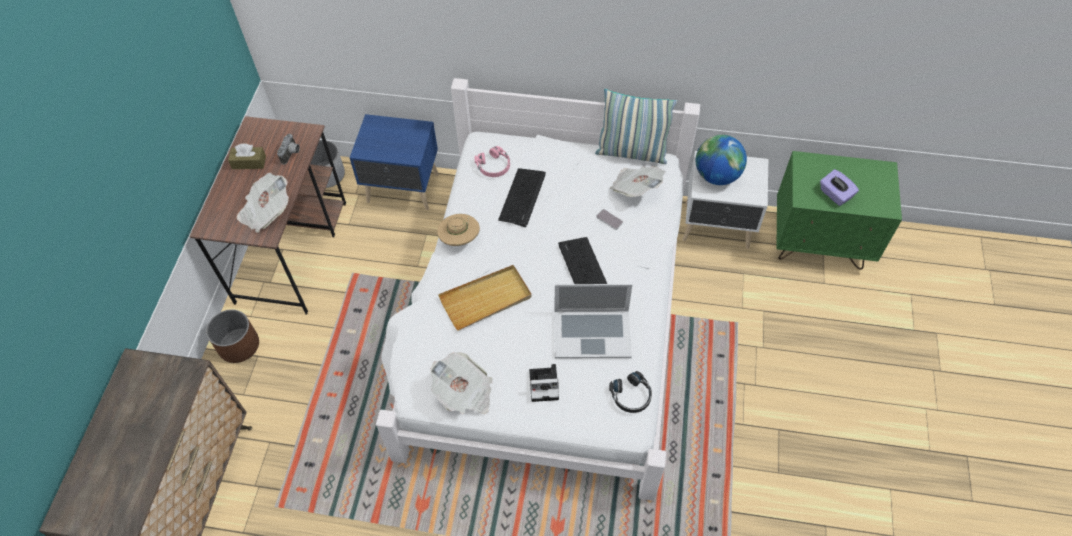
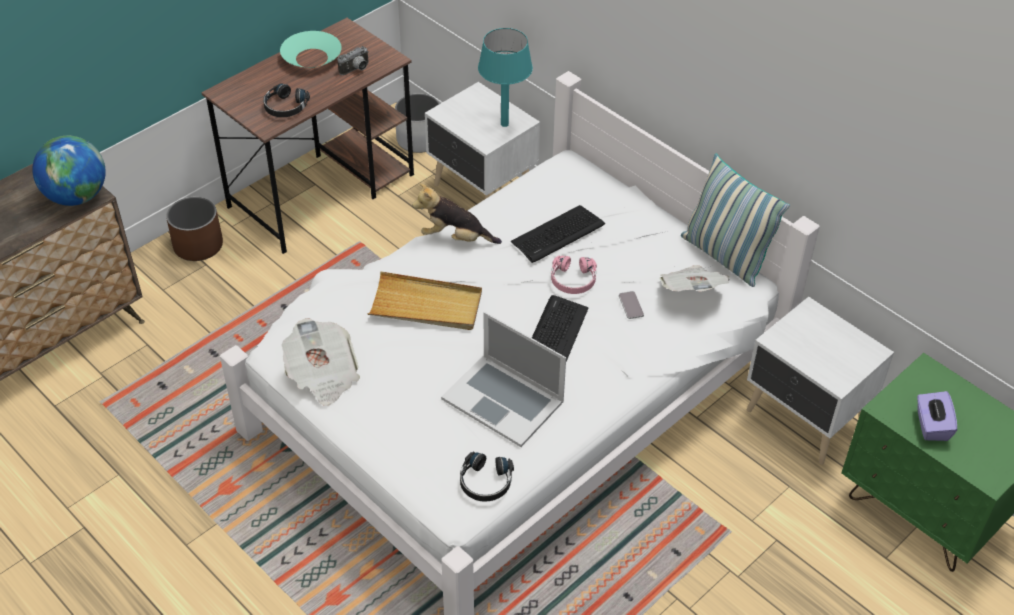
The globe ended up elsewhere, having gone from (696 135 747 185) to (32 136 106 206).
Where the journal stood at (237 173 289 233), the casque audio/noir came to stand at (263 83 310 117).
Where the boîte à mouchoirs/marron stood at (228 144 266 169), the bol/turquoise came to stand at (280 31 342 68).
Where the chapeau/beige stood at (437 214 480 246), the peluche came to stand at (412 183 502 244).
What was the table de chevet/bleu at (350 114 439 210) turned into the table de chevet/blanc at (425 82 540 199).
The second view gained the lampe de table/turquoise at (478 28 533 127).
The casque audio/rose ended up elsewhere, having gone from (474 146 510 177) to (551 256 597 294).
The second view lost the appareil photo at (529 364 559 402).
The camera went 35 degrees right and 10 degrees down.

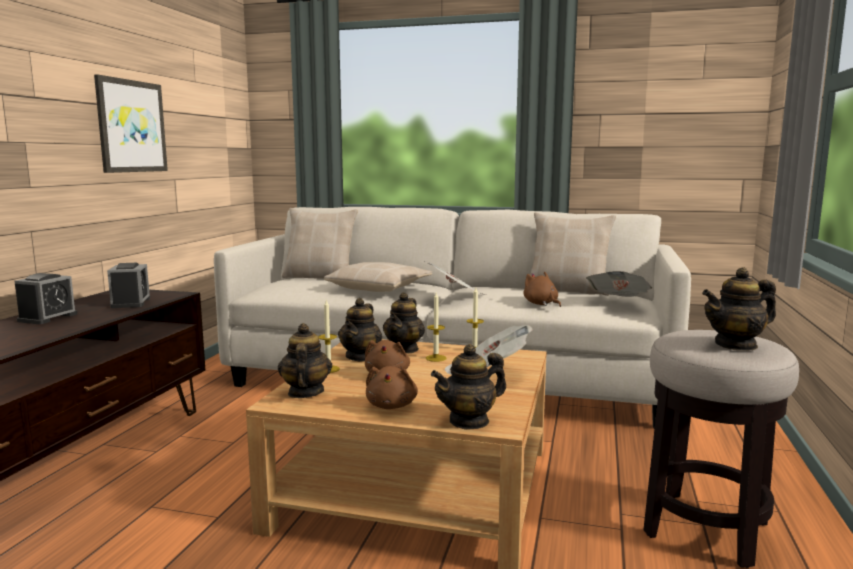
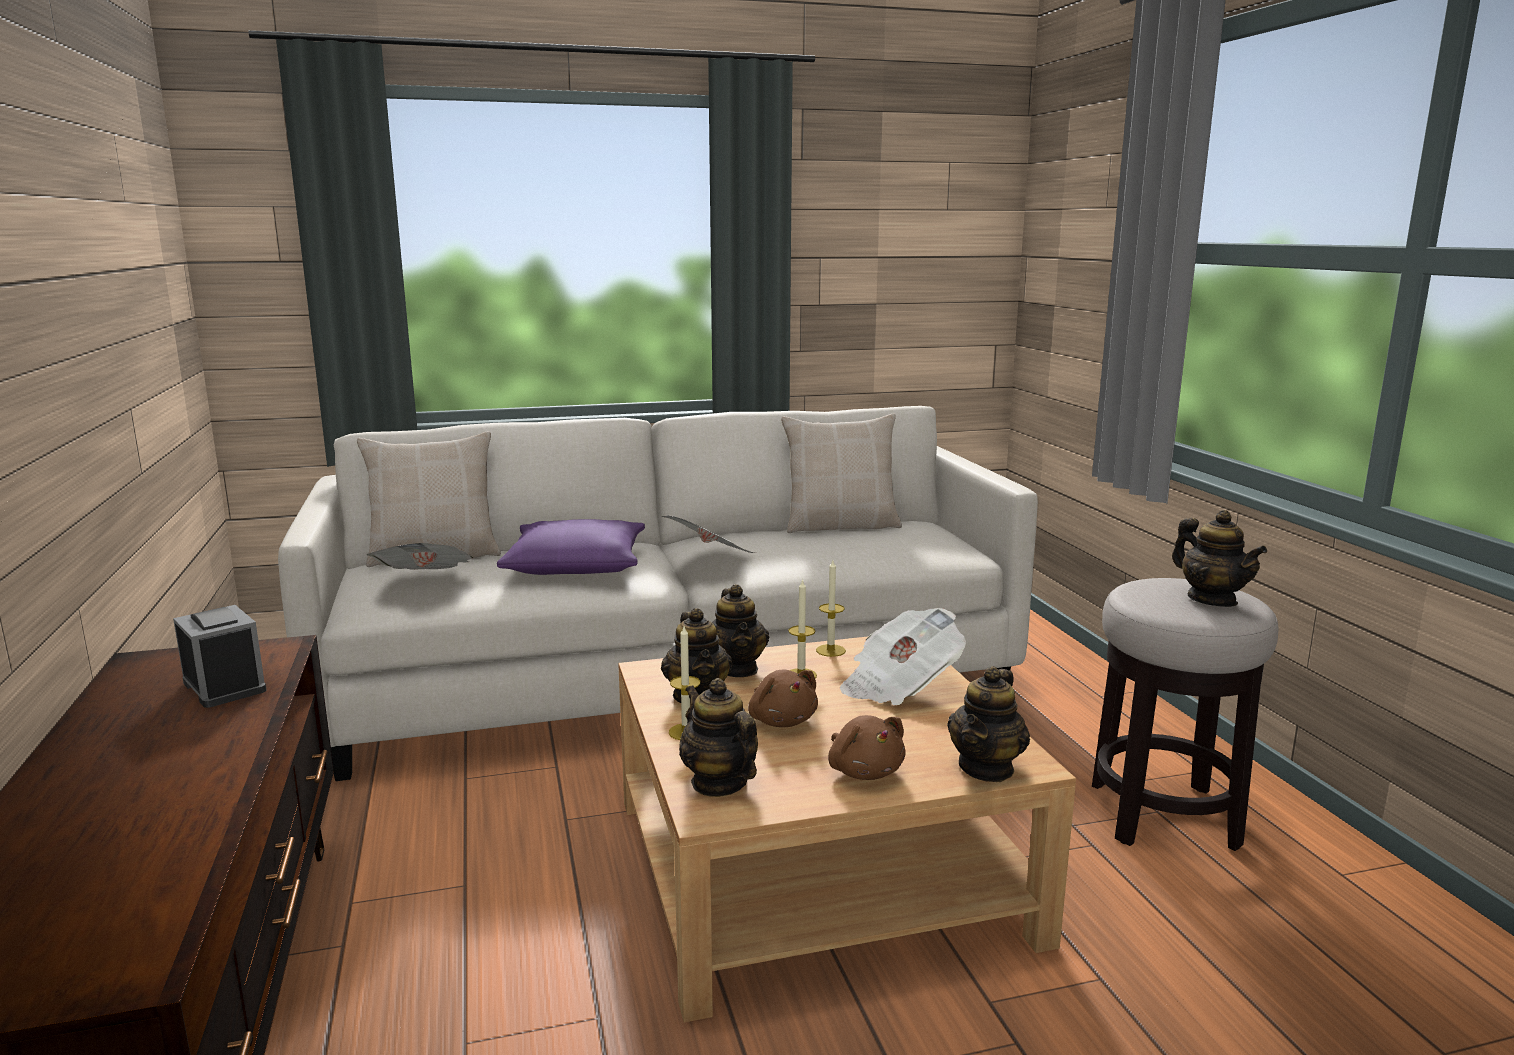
The journal ended up elsewhere, having gone from (586 271 652 297) to (366 543 473 570).
What was the coussin/beige at (324 262 432 292) turned into the coussin/violet at (497 519 645 575).
The théière at (702 267 776 351) ended up facing another way, 75 degrees counterclockwise from before.
The second view lost the réveil at (14 273 77 324).
The second view lost the tableau at (94 74 168 173).
The second view lost the peluche/marron at (523 272 561 307).
The camera went 30 degrees left and 5 degrees up.

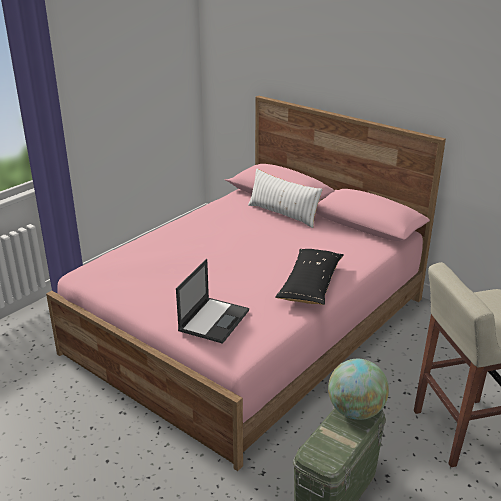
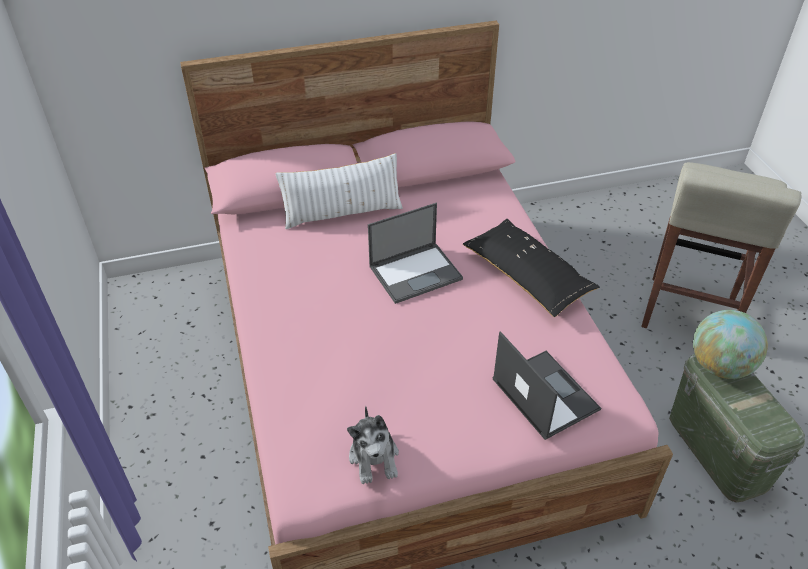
The second view gained the peluche at (347 406 399 484).
The second view gained the ordinateur portable at (368 203 463 304).
The camera went 55 degrees left and 15 degrees up.

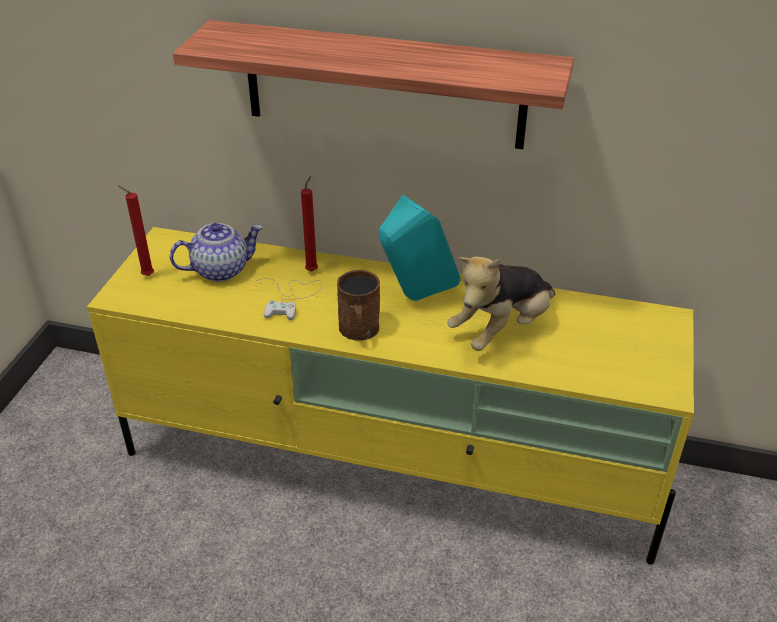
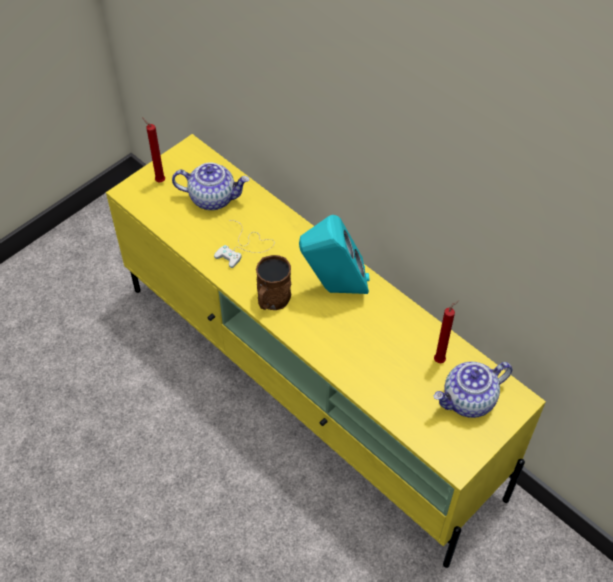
The second view gained the théière at (433 362 512 418).
The bougie/rouge ended up elsewhere, having gone from (301 176 318 272) to (434 300 459 363).
The second view lost the étagère at (173 20 574 149).
The second view lost the peluche at (447 256 555 351).
The camera went 30 degrees right and 15 degrees up.

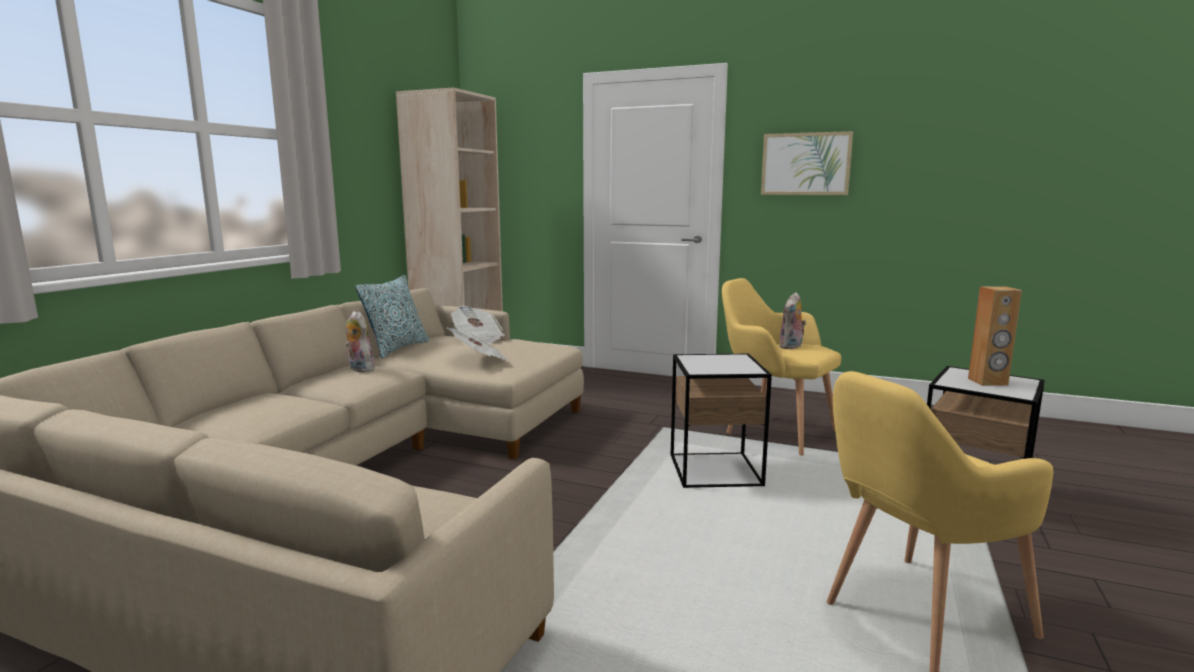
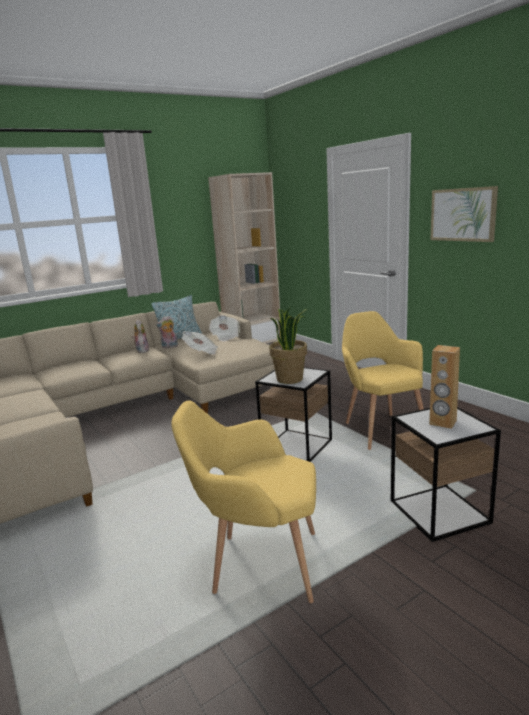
The peluche ended up elsewhere, having gone from (779 292 806 349) to (156 316 178 349).
The second view gained the plante en pot at (269 307 308 384).
The camera went 35 degrees right and 5 degrees up.

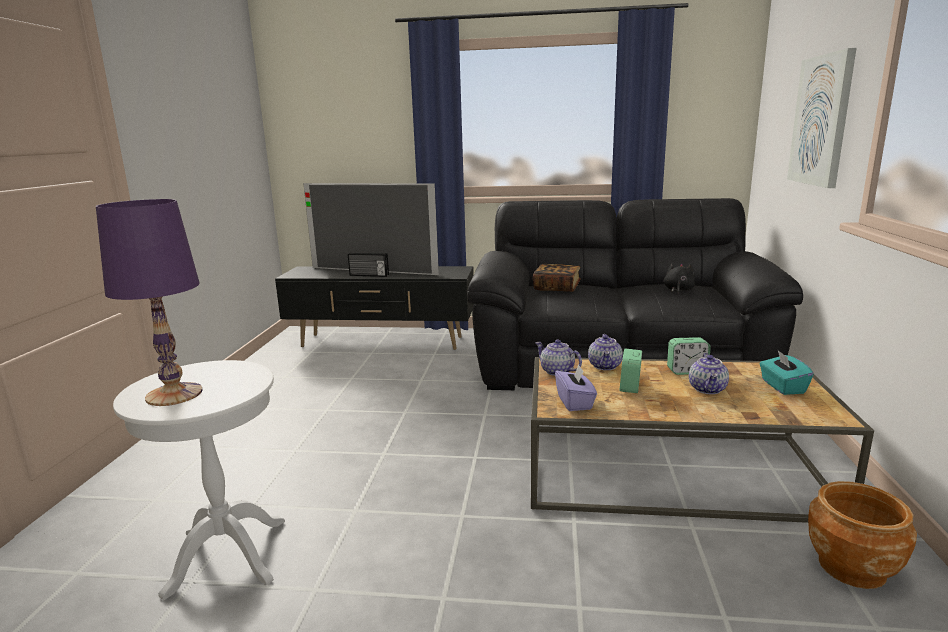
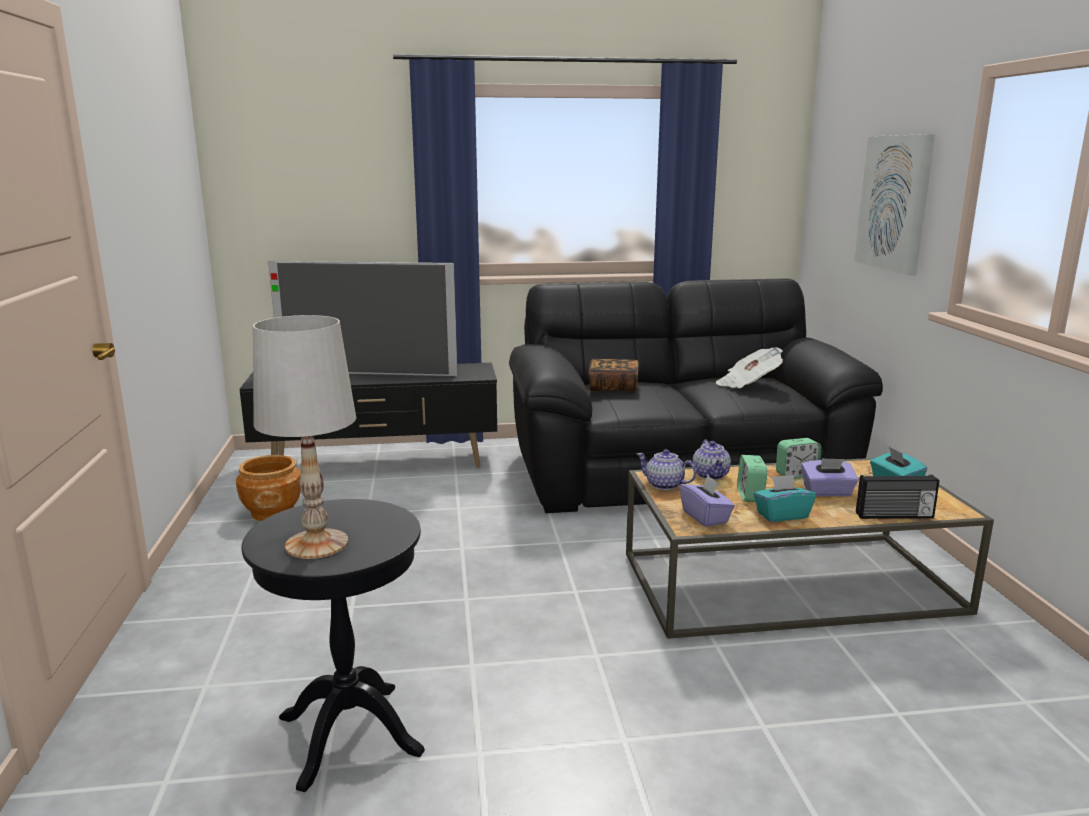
The cache-pot/marron ended up elsewhere, having gone from (808 481 917 589) to (236 455 301 521).
What was the table d'appoint/blanc at (113 360 285 600) turned into the table d'appoint/noir at (242 499 425 792).
What was the lampe de table/violet at (96 199 202 406) turned into the lampe de table/blanc at (253 315 356 559).
Where the peluche/noir stood at (663 263 695 294), the journal came to stand at (716 348 783 388).
The second view gained the boîte à mouchoirs/turquoise at (754 475 816 522).
Where the théière stood at (689 353 729 394), the boîte à mouchoirs/violet came to stand at (801 458 859 496).
The radio ended up elsewhere, having gone from (348 253 389 277) to (856 475 940 519).
The camera went 15 degrees left and 0 degrees up.

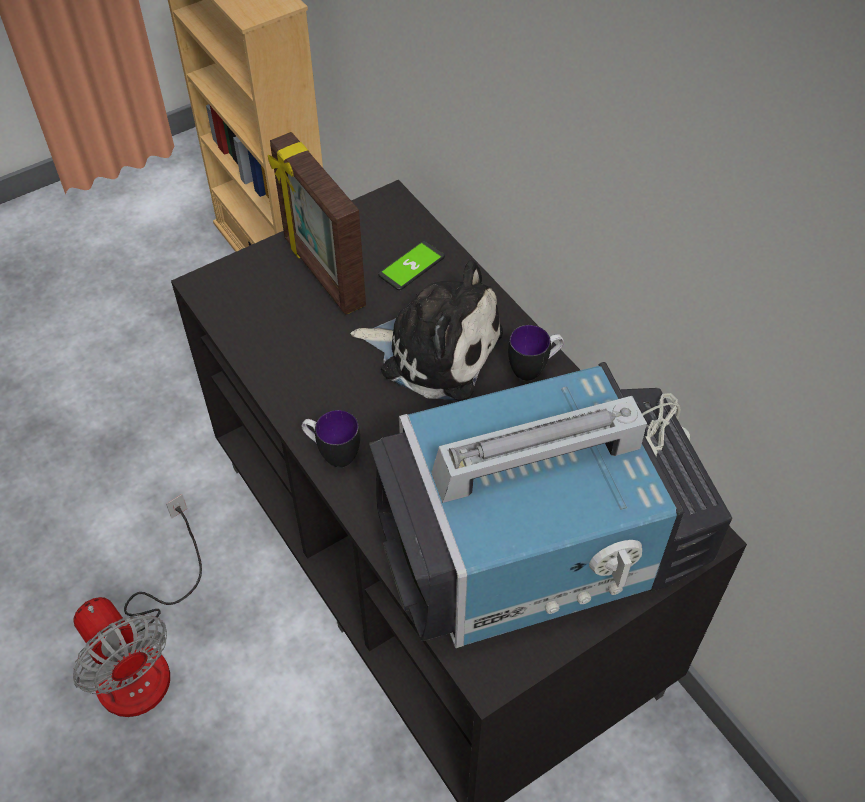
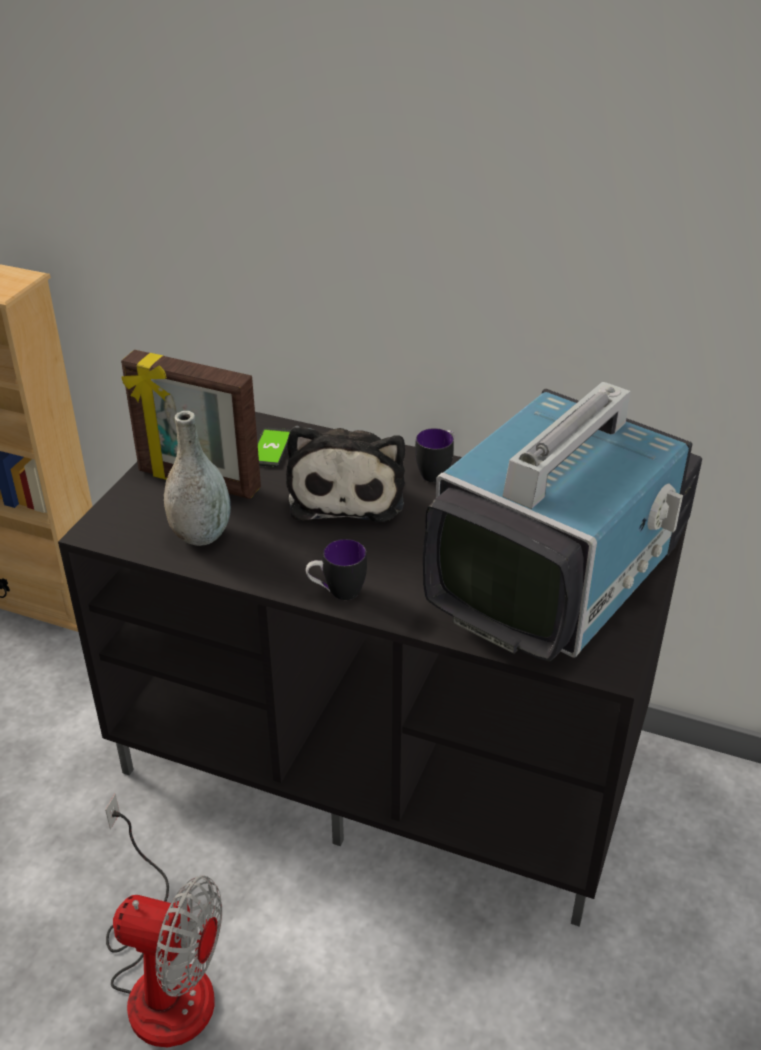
The second view gained the vase/gris at (164 411 231 546).
The peluche at (351 260 503 401) ended up facing another way, 105 degrees clockwise from before.
The camera went 35 degrees left and 15 degrees down.

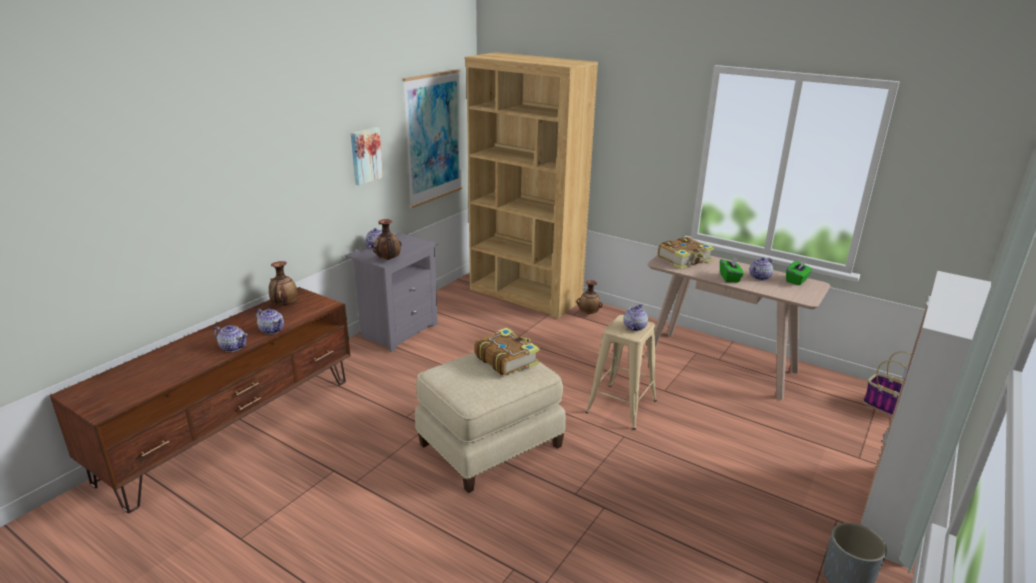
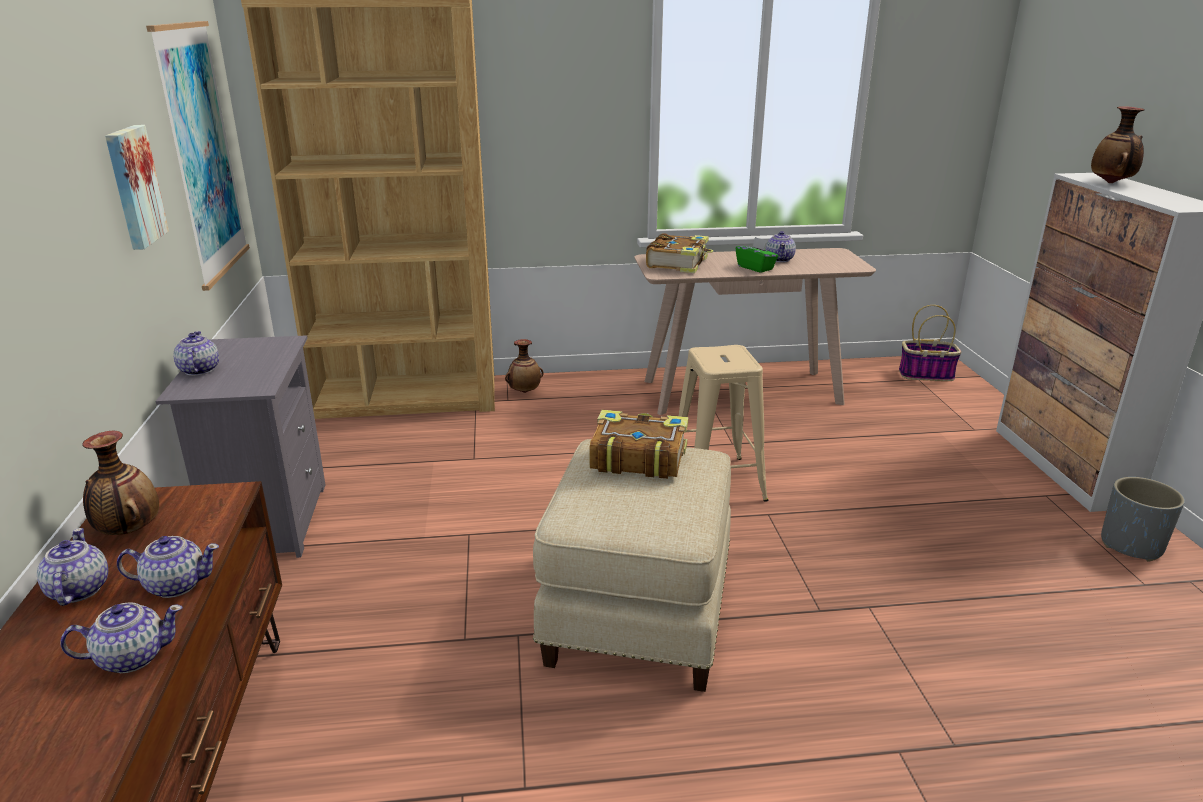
The théière ended up elsewhere, having gone from (623 304 648 331) to (37 528 108 606).
The vase ended up elsewhere, having gone from (373 219 402 260) to (1091 106 1145 183).
The second view lost the boîte à mouchoirs/vert at (786 261 812 285).
The camera went 40 degrees left and 0 degrees up.

